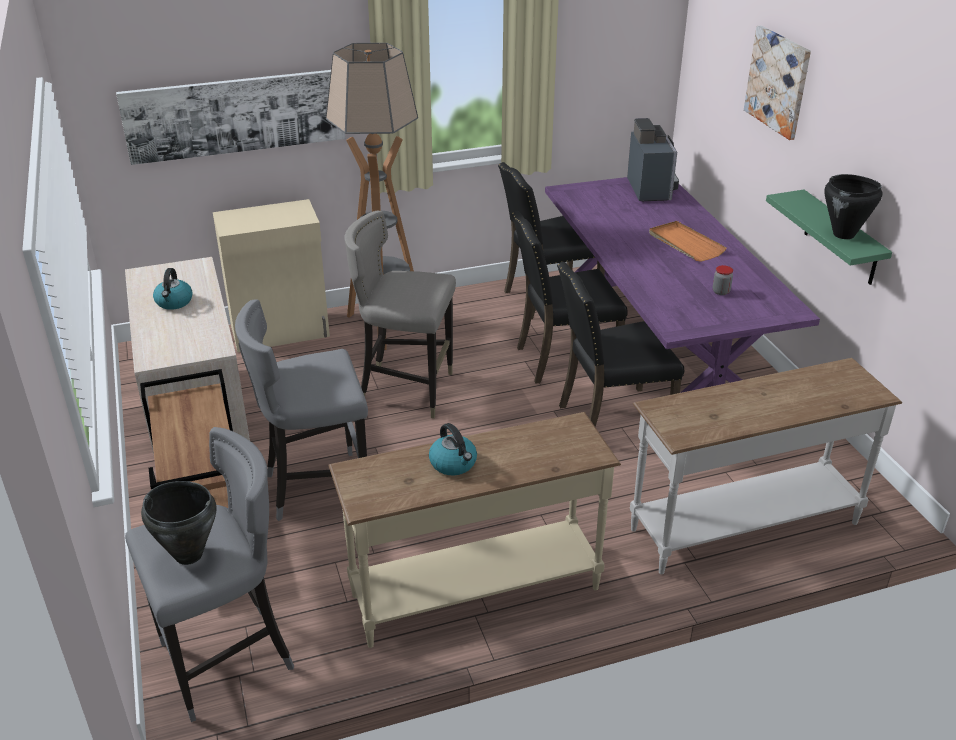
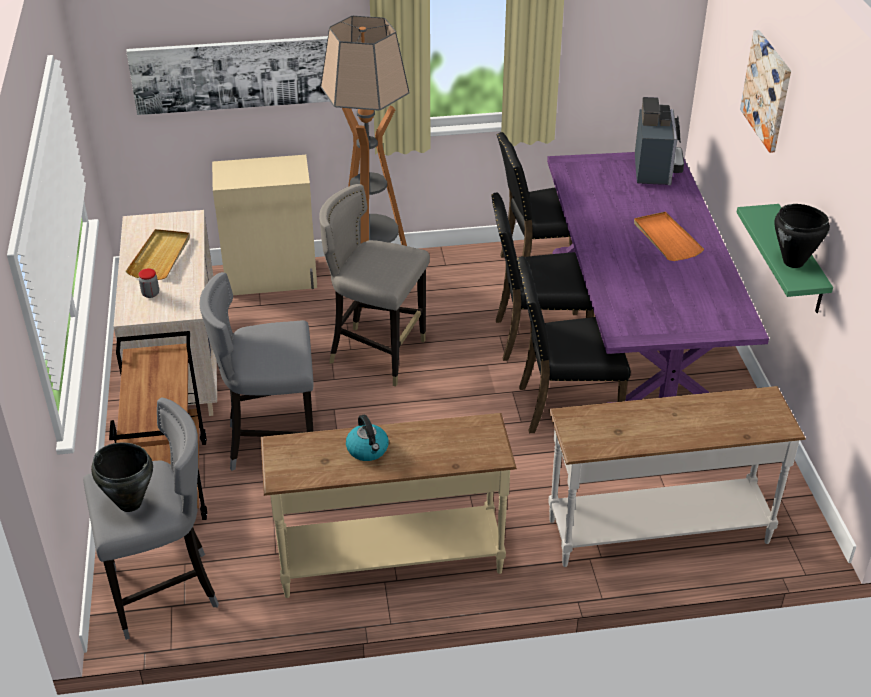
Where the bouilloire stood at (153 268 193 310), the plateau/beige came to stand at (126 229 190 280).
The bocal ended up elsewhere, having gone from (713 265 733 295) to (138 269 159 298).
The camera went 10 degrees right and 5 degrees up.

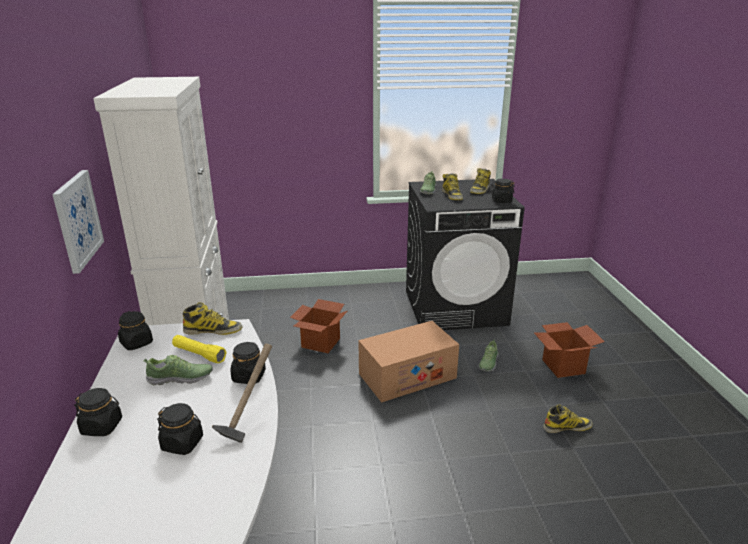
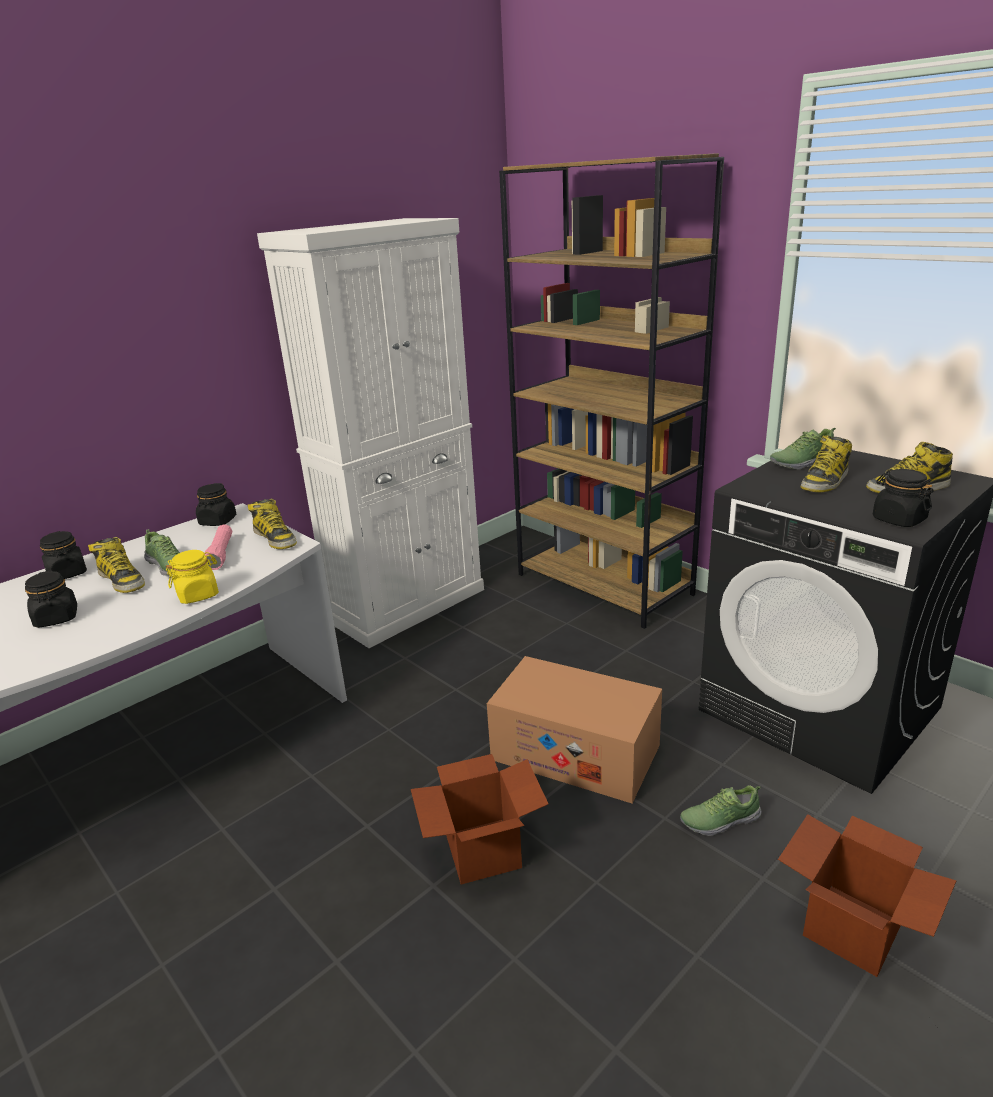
The botte ended up elsewhere, having gone from (543 404 593 433) to (88 537 145 593).
What was the bocal/noir at (230 342 266 384) turned into the bocal/jaune at (166 550 219 604).
What was the lampe de poche/jaune at (172 335 227 363) turned into the lampe de poche/rose at (205 525 232 570).
The carton ended up elsewhere, having gone from (290 299 347 353) to (411 754 548 885).
The second view gained the bibliothèque/marron at (499 153 724 629).
The second view lost the tableau at (52 170 104 274).
The second view lost the marteau at (212 343 272 443).
The camera went 55 degrees right and 0 degrees up.

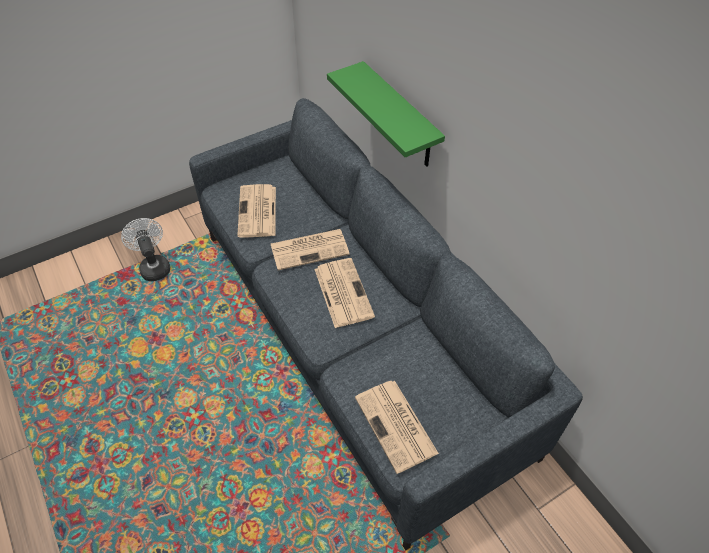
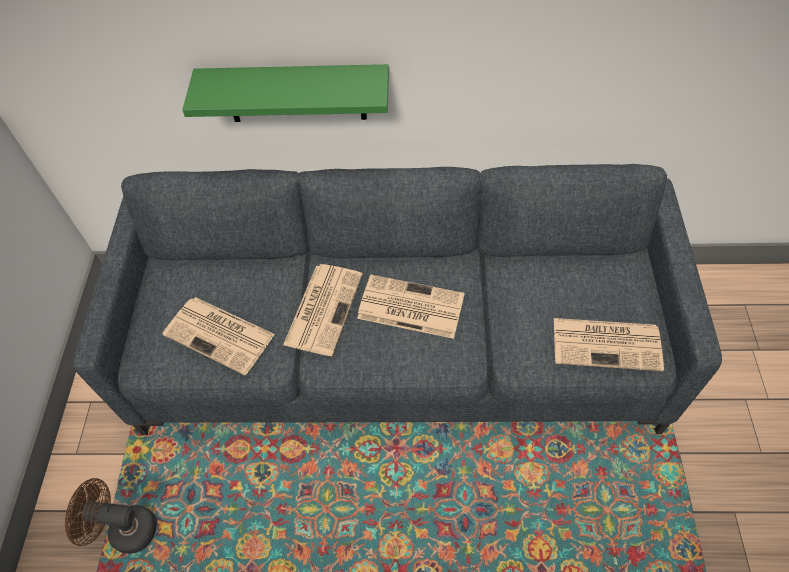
What was the ventilateur/blanc at (121 218 170 281) turned into the ventilateur/marron at (65 478 157 554).
The camera went 55 degrees left and 5 degrees up.

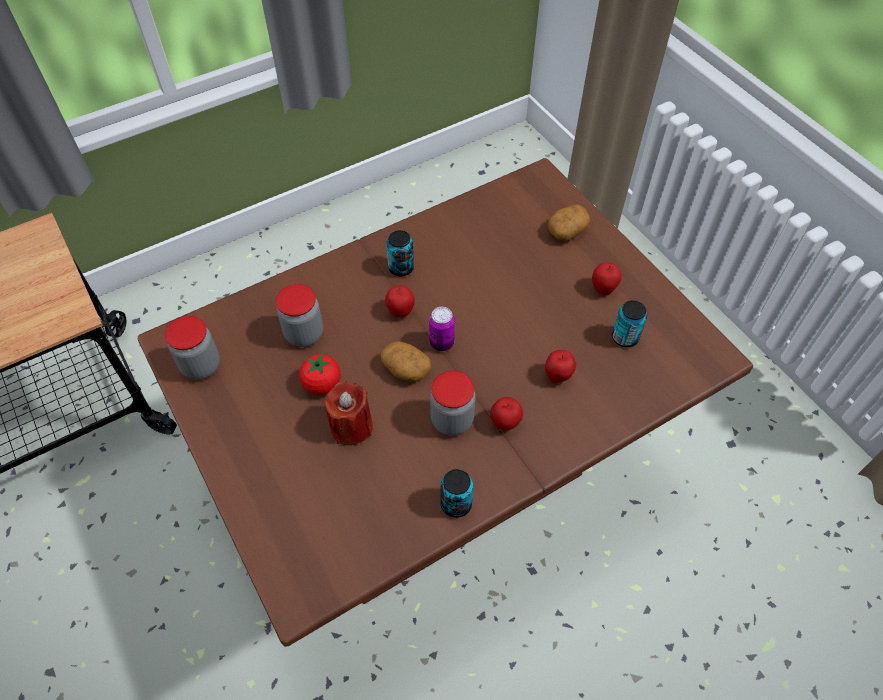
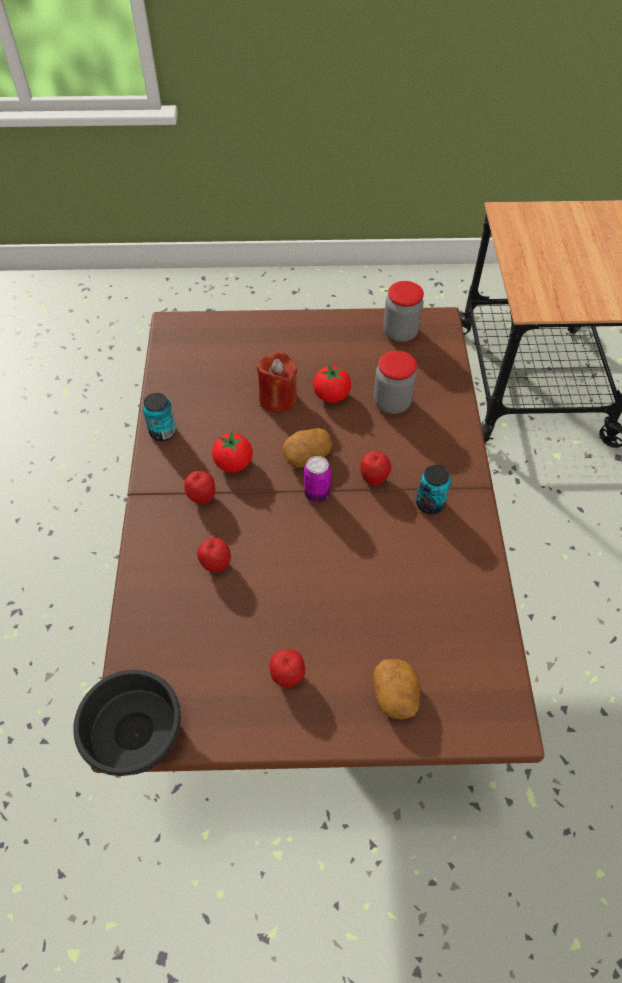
The second view gained the bol/noir at (73 670 181 776).
Where the bocal stood at (430 371 476 436), the tomate came to stand at (212 431 253 472).
The second view lost the boîte métallique at (612 300 647 348).
The camera went 120 degrees right and 0 degrees up.

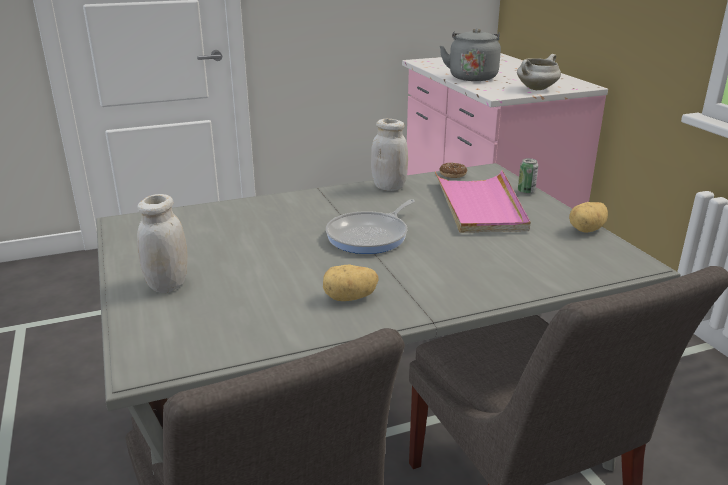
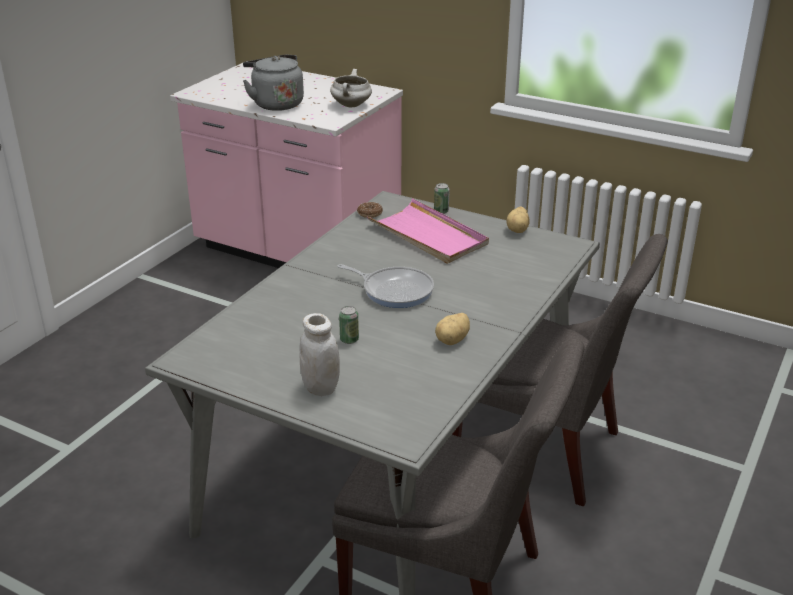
The poêle at (326 199 415 254) ended up facing another way, 60 degrees counterclockwise from before.
The second view gained the boîte métallique at (339 306 359 344).
The second view lost the bocal/blanc at (371 119 408 191).
The camera went 40 degrees left and 5 degrees up.

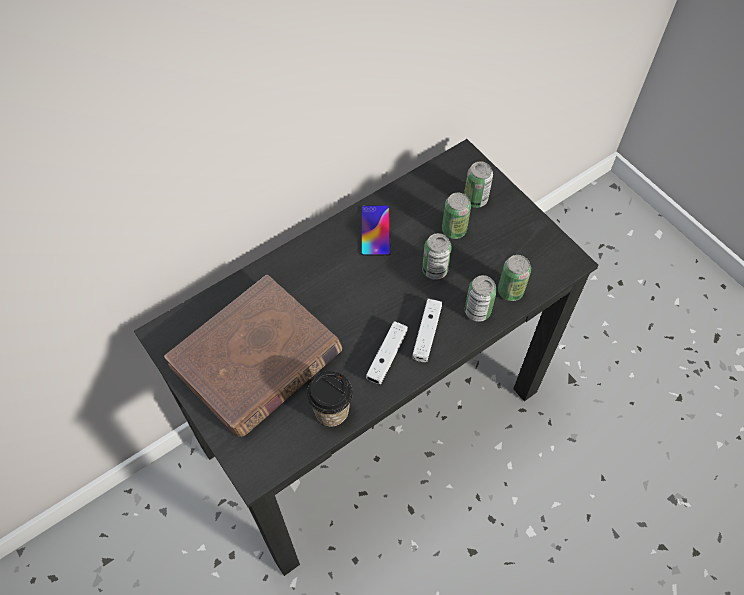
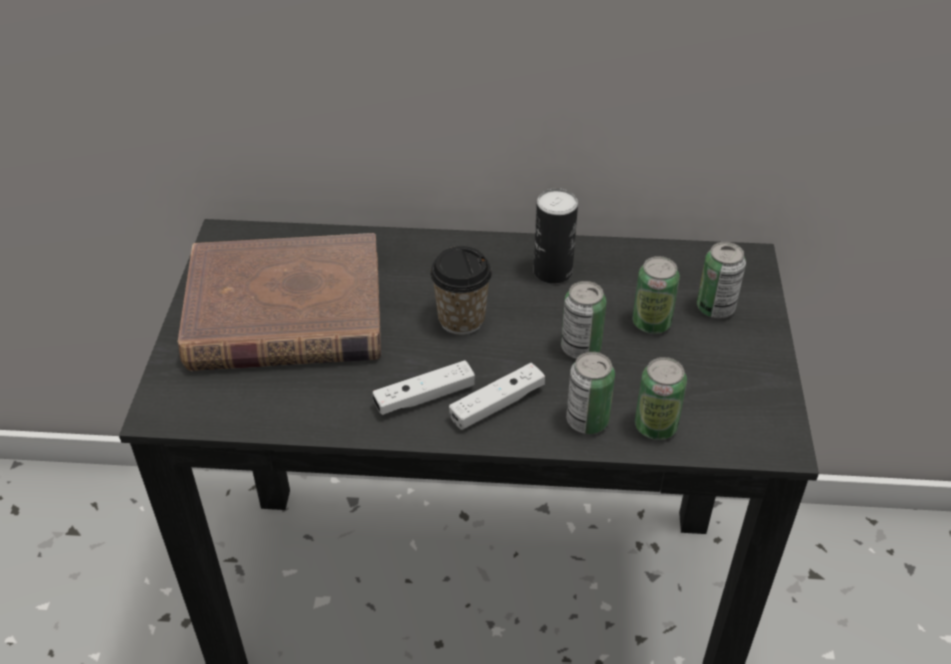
The tasse ended up elsewhere, having gone from (307 371 353 427) to (430 246 492 335).
Where the téléphone stood at (361 205 391 256), the boîte métallique came to stand at (533 188 578 284).
The camera went 40 degrees right and 15 degrees down.

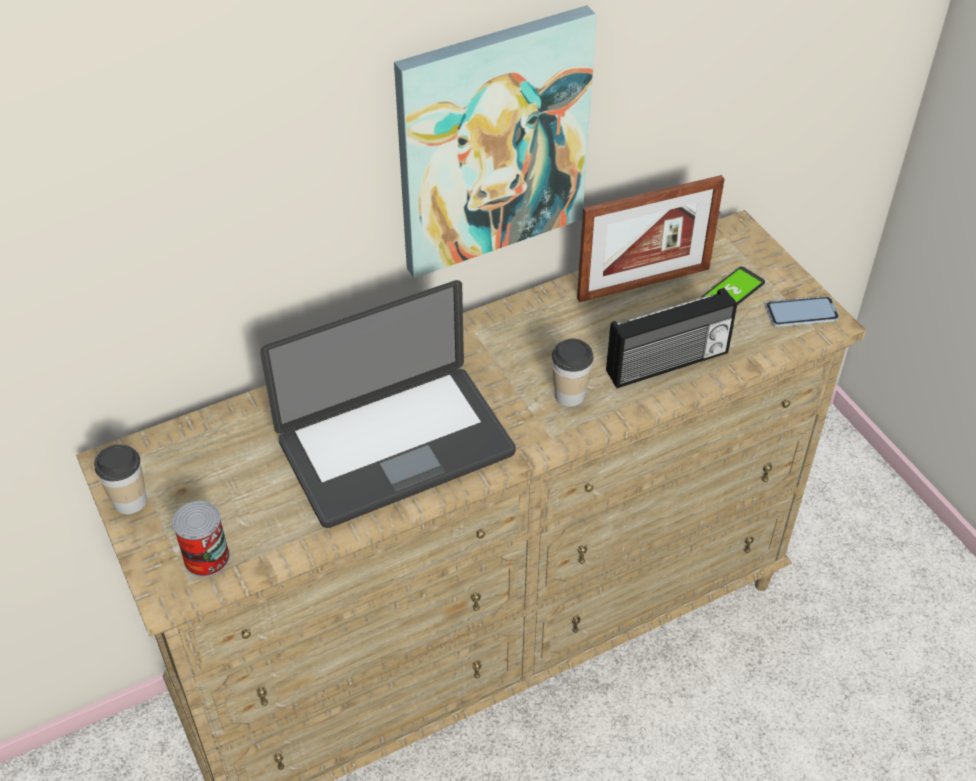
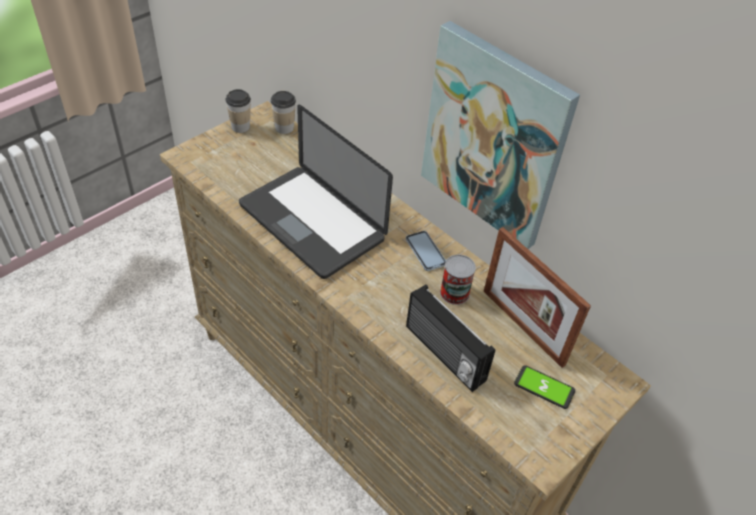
The tasse ended up elsewhere, having gone from (552 339 594 407) to (271 91 296 134).
The téléphone ended up elsewhere, having gone from (766 296 839 327) to (405 231 446 271).
The boîte métallique ended up elsewhere, having gone from (172 501 230 577) to (440 255 476 305).
The camera went 70 degrees right and 0 degrees up.

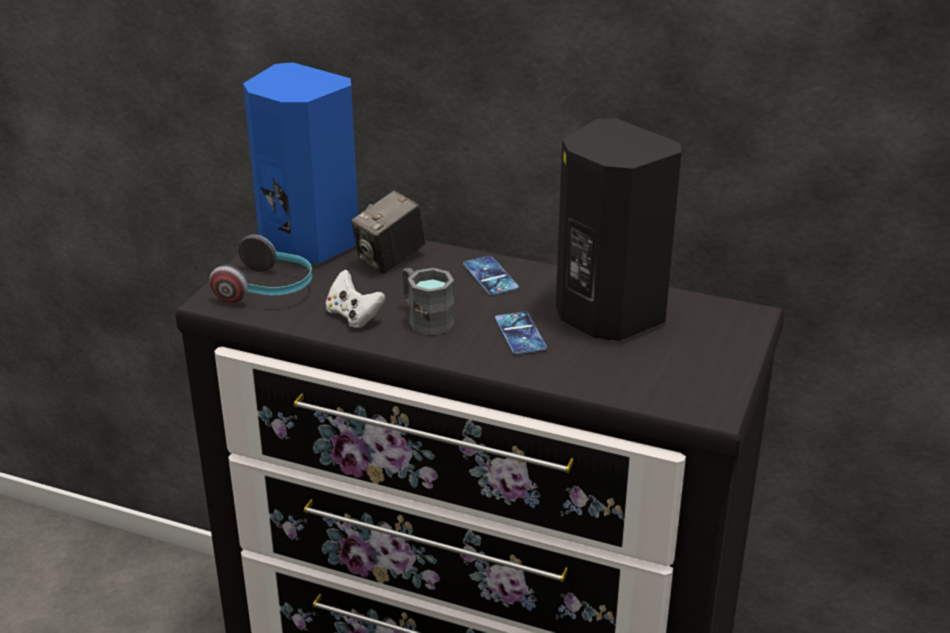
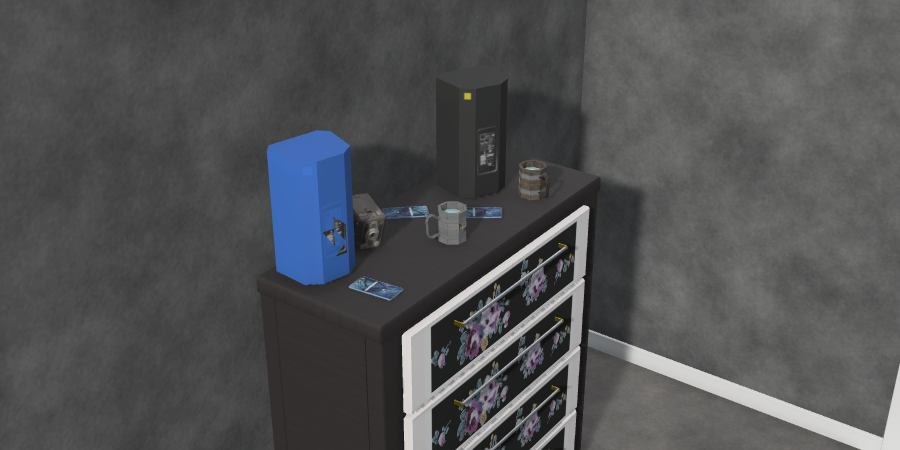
Where the casque audio stood at (209 235 312 304), the téléphone came to stand at (349 276 403 301).
The second view gained the mug/marron at (518 160 550 200).
The second view lost the manette/blanc at (326 269 385 328).
The camera went 75 degrees left and 5 degrees down.

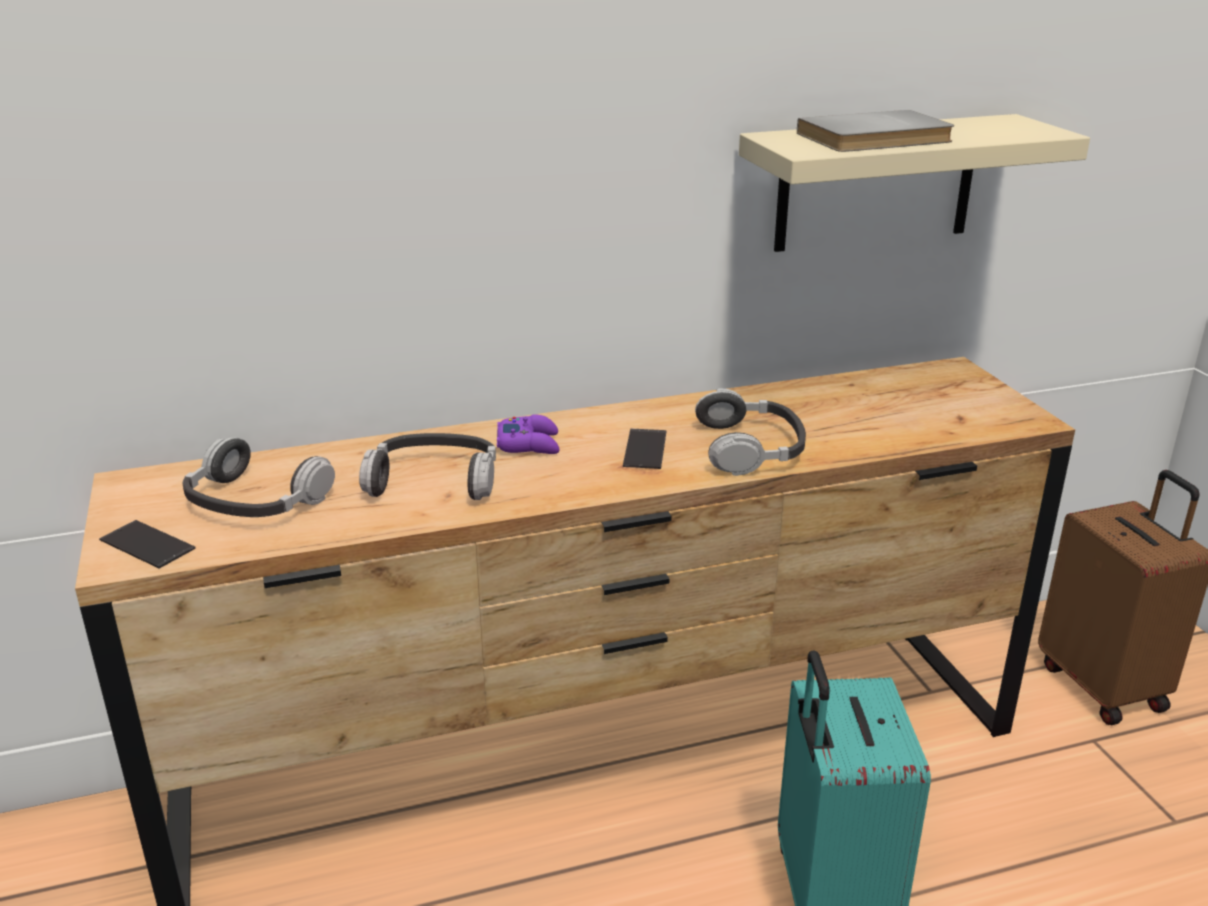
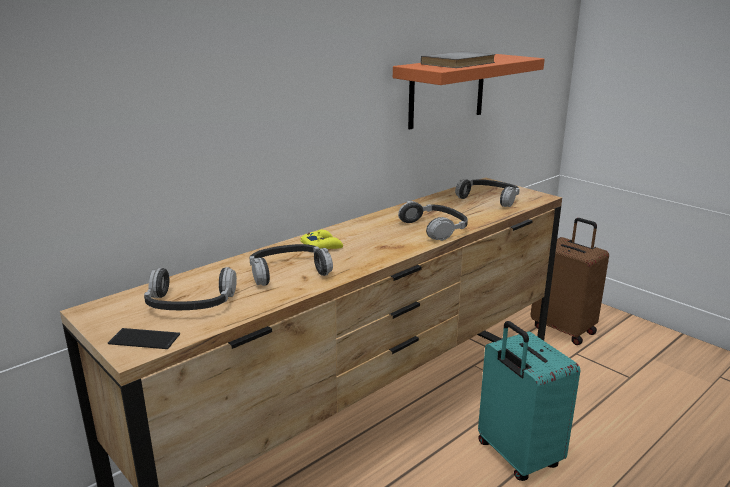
What was the manette/violet at (497 415 559 454) turned into the manette/jaune at (300 230 343 249).
What was the étagère/beige at (739 114 1090 252) turned into the étagère/orange at (393 54 545 129).
The second view gained the casque audio at (455 179 520 207).
The second view lost the téléphone at (623 428 666 469).
The camera went 25 degrees left and 5 degrees down.

